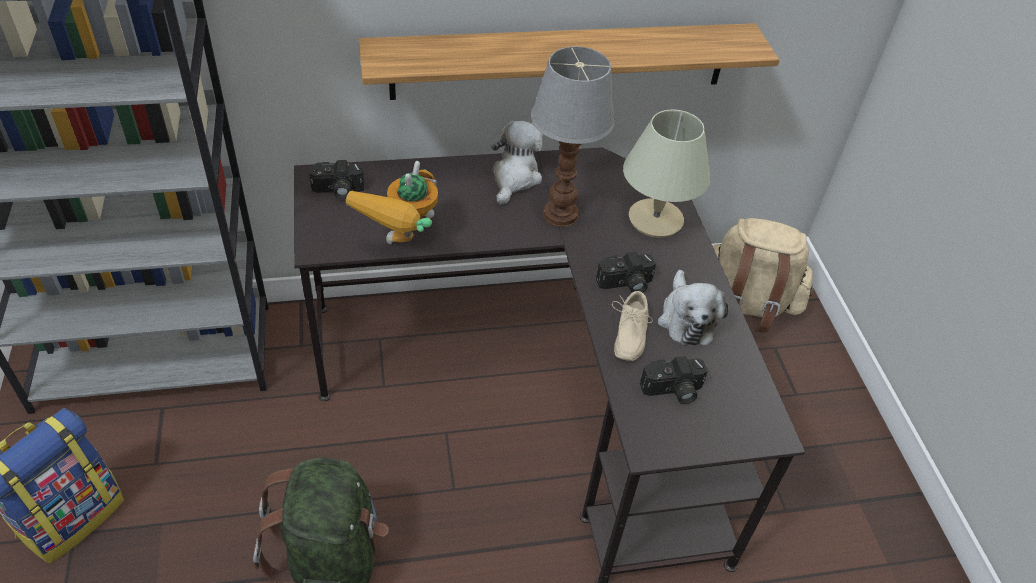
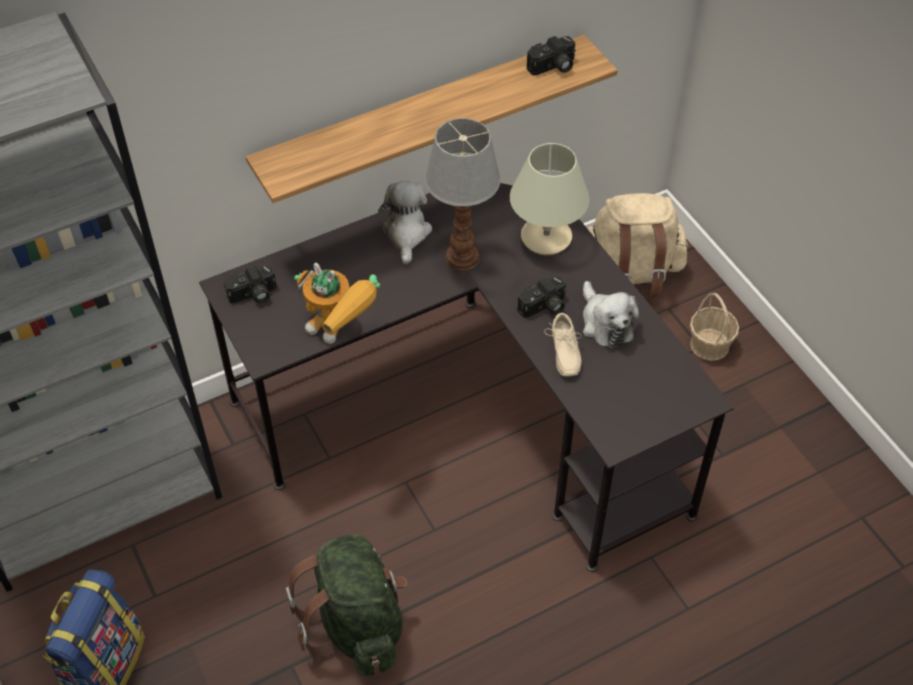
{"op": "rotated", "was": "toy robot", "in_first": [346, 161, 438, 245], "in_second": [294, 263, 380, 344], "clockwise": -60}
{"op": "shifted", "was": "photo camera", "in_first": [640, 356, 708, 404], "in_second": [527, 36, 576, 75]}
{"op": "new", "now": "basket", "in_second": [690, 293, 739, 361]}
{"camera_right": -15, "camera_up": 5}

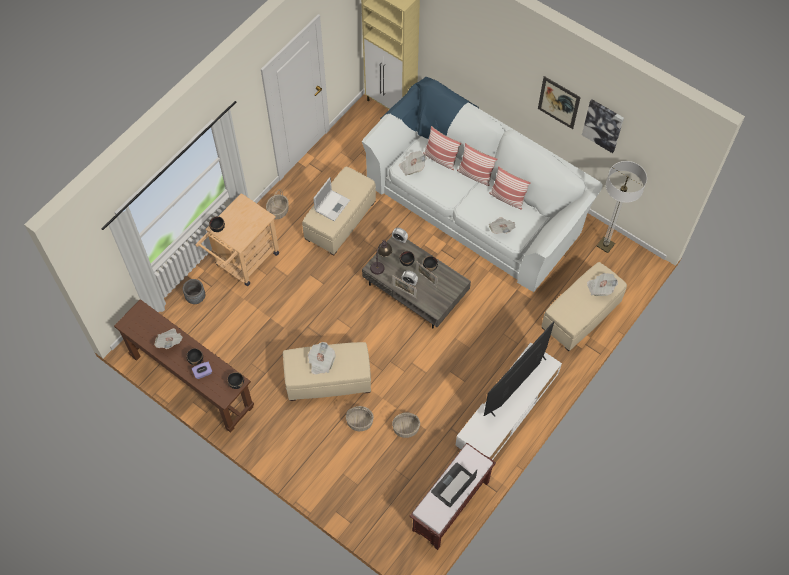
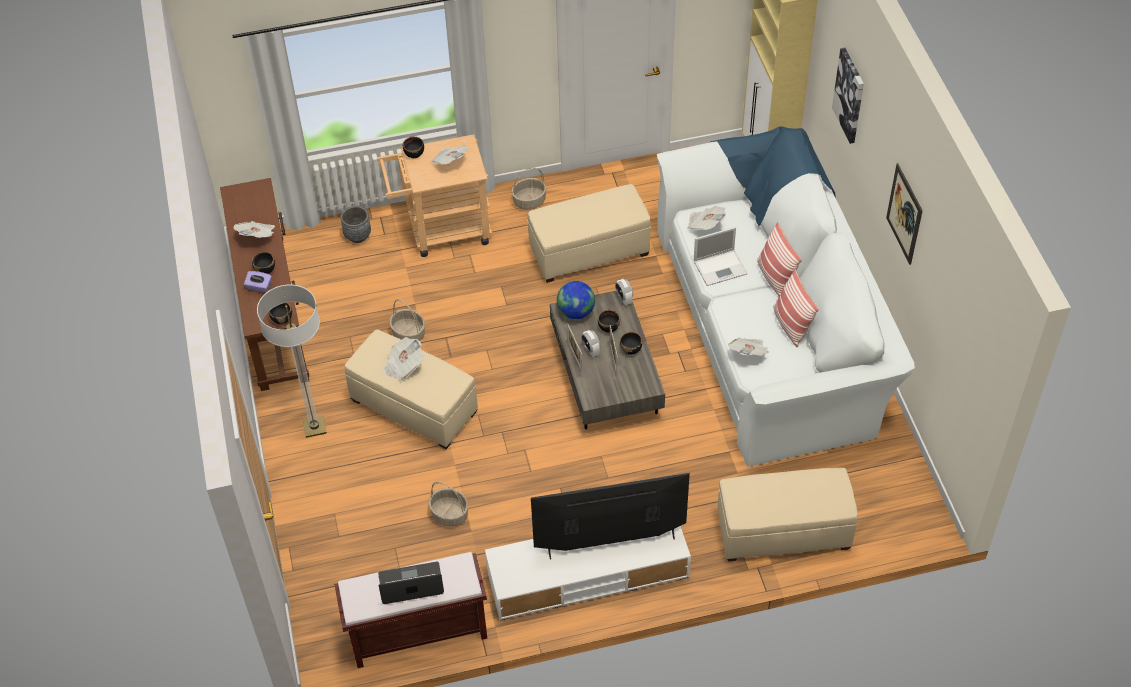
{"op": "shifted", "was": "floor lamp", "in_first": [597, 161, 647, 253], "in_second": [257, 284, 327, 438]}
{"op": "shifted", "was": "basket", "in_first": [346, 406, 374, 431], "in_second": [389, 299, 425, 341]}
{"op": "shifted", "was": "daily paper", "in_first": [587, 273, 618, 296], "in_second": [431, 146, 469, 165]}
{"op": "swapped", "was": "tabletop lamp", "now": "world globe", "in_first": [370, 240, 392, 275], "in_second": [557, 281, 595, 319]}
{"op": "shifted", "was": "portable computer", "in_first": [313, 177, 350, 221], "in_second": [694, 227, 748, 286]}
{"op": "shifted", "was": "picture", "in_first": [582, 100, 624, 153], "in_second": [832, 48, 864, 144]}
{"op": "gone", "was": "pillow", "in_first": [423, 126, 462, 170]}
{"camera_right": 40, "camera_up": -10}

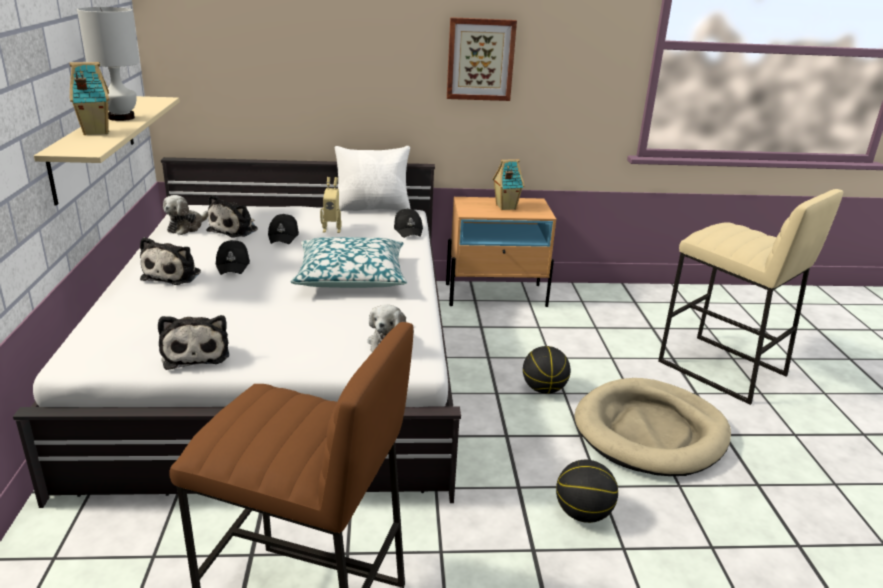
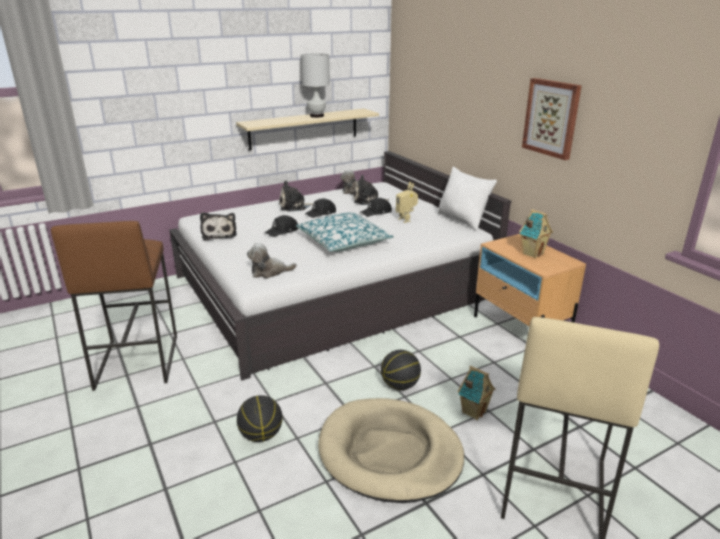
{"op": "rotated", "was": "soft toy", "in_first": [158, 315, 229, 370], "in_second": [200, 212, 237, 241], "clockwise": -60}
{"op": "shifted", "was": "blackish baseball cap", "in_first": [394, 208, 423, 238], "in_second": [264, 215, 298, 237]}
{"op": "shifted", "was": "toy house", "in_first": [70, 62, 109, 135], "in_second": [458, 366, 496, 420]}
{"camera_right": 65, "camera_up": 0}

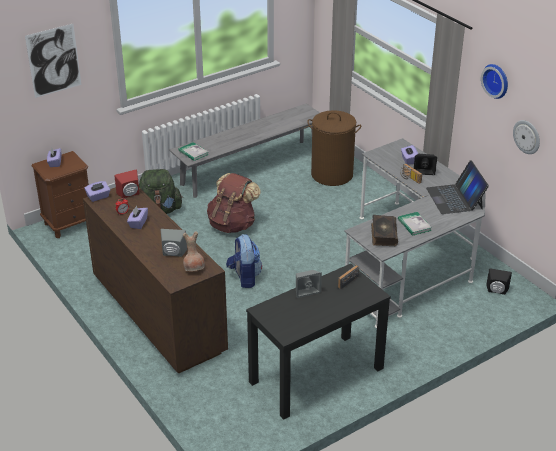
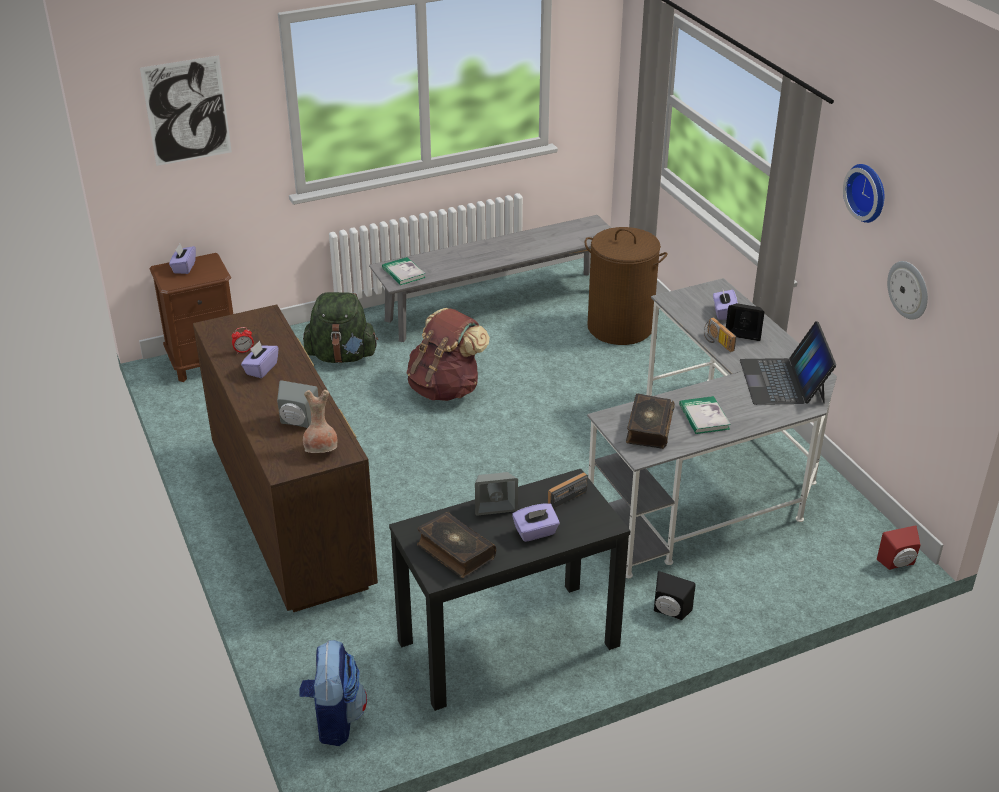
{"op": "shifted", "was": "knapsack", "in_first": [226, 234, 262, 288], "in_second": [299, 640, 367, 746]}
{"op": "new", "now": "volume", "in_second": [417, 512, 496, 578]}
{"op": "shifted", "was": "purplish box of tissues", "in_first": [84, 181, 110, 202], "in_second": [512, 503, 560, 542]}
{"op": "shifted", "was": "blackish audio speaker", "in_first": [486, 268, 512, 295], "in_second": [654, 571, 696, 620]}
{"op": "shifted", "was": "red-coloured audio speaker", "in_first": [115, 170, 140, 199], "in_second": [877, 525, 921, 570]}
{"camera_right": 10, "camera_up": 0}

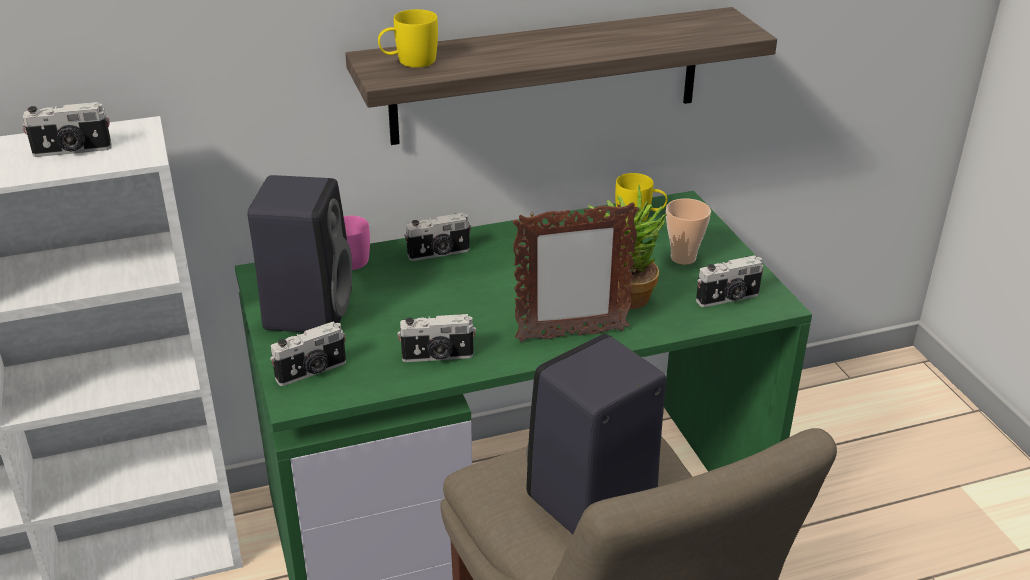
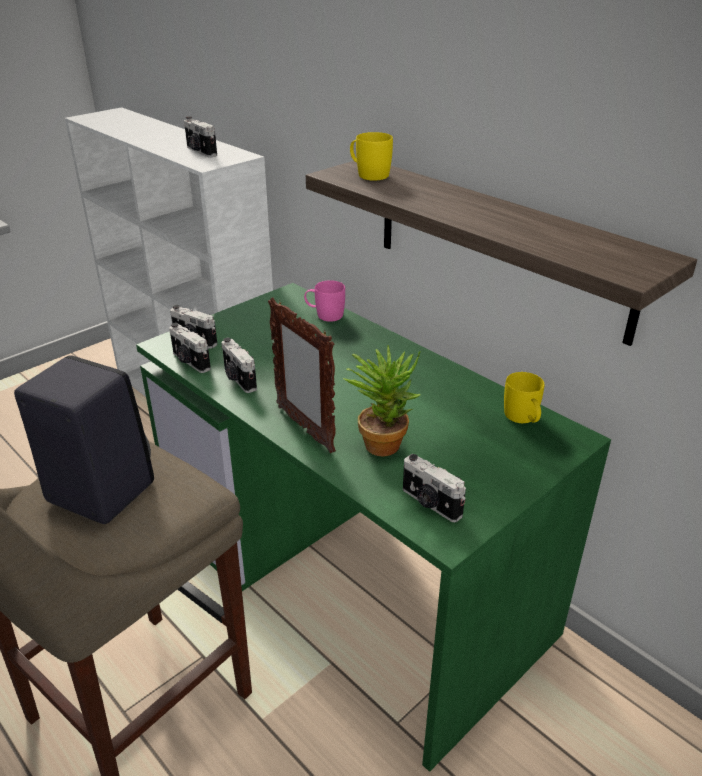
{"op": "shifted", "was": "photo camera", "in_first": [404, 213, 471, 261], "in_second": [169, 323, 211, 373]}
{"op": "gone", "was": "blackish audio speaker", "in_first": [247, 175, 352, 332]}
{"op": "gone", "was": "drinking cup", "in_first": [666, 198, 711, 265]}
{"camera_right": 65, "camera_up": 0}

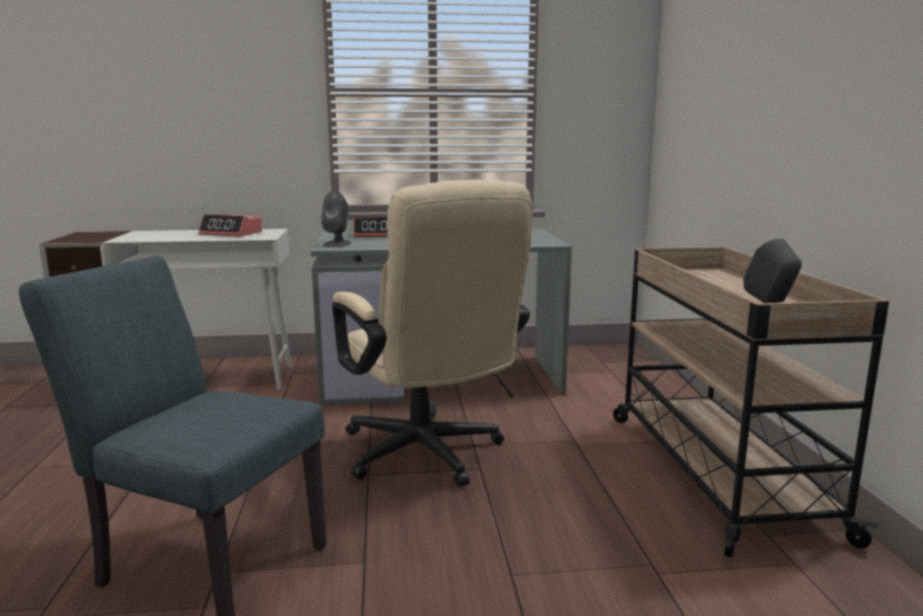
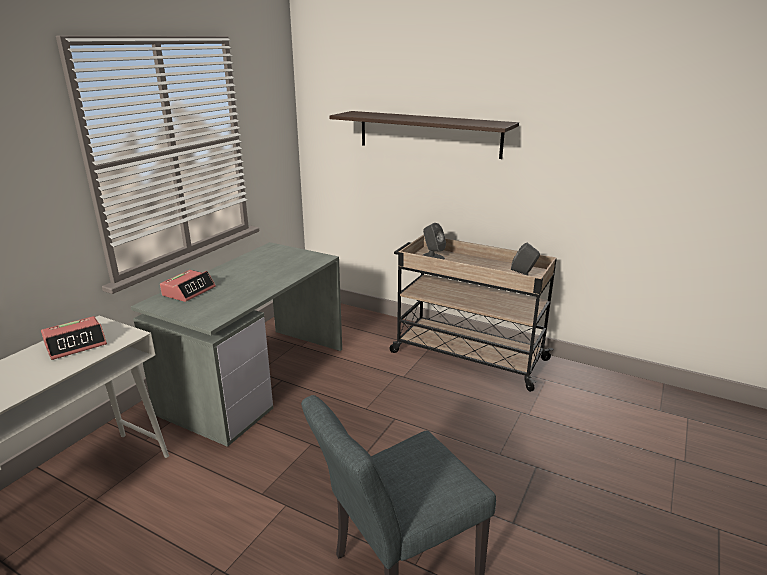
{"op": "new", "now": "wall shelf", "in_second": [329, 111, 519, 159]}
{"op": "shifted", "was": "greyish audio speaker", "in_first": [321, 191, 351, 247], "in_second": [423, 223, 446, 259]}
{"op": "gone", "was": "beige-coloured office chair", "in_first": [332, 180, 532, 487]}
{"camera_right": -55, "camera_up": 10}

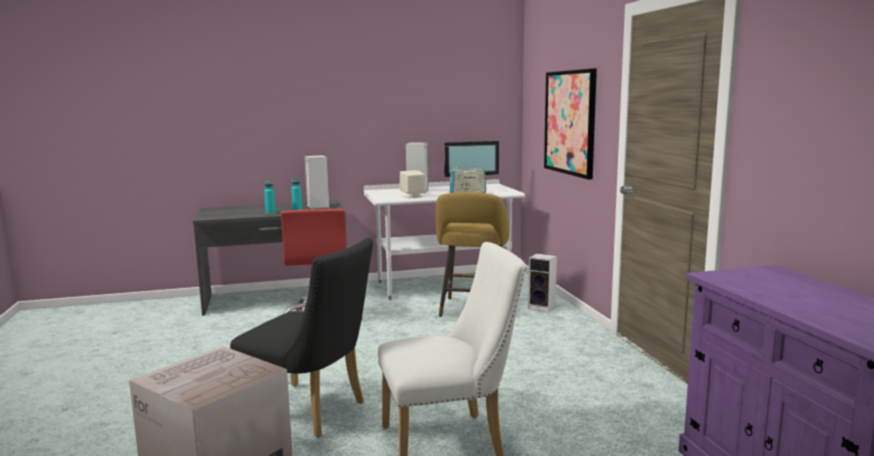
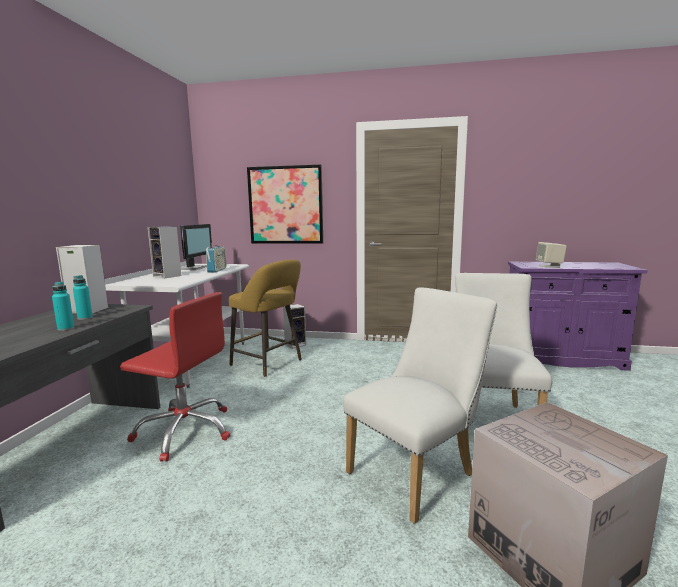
{"op": "repainted", "was": "blackish upright chair", "now": "white upright chair", "in_first": [230, 238, 373, 438], "in_second": [343, 288, 497, 524]}
{"op": "shifted", "was": "beige-coloured audio speaker", "in_first": [400, 170, 425, 198], "in_second": [536, 242, 567, 268]}
{"camera_right": -65, "camera_up": 0}

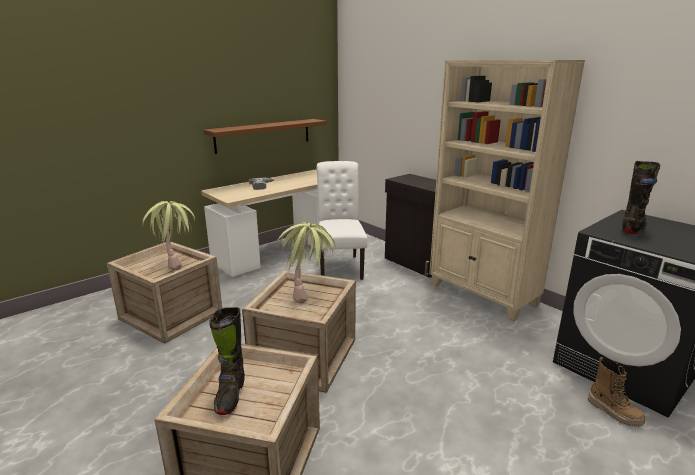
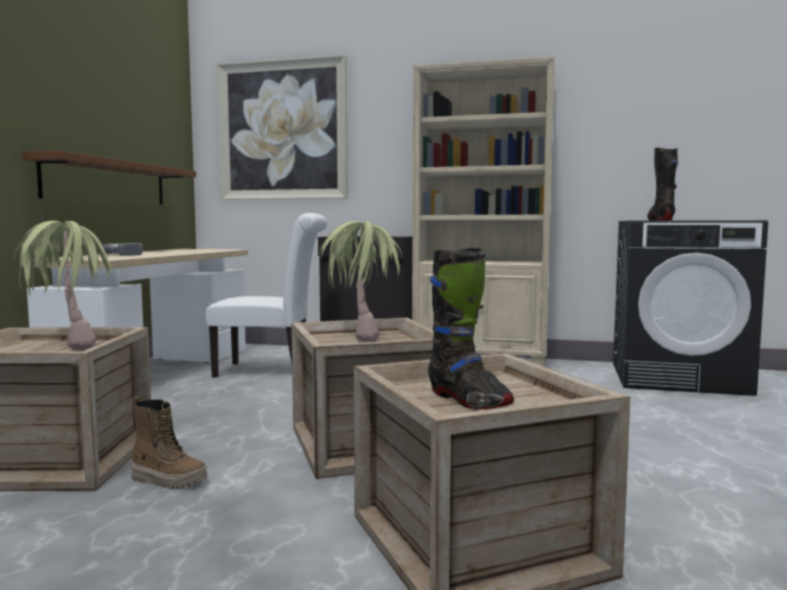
{"op": "shifted", "was": "boot", "in_first": [588, 357, 646, 427], "in_second": [131, 396, 207, 489]}
{"op": "rotated", "was": "white upright chair", "in_first": [316, 161, 367, 280], "in_second": [206, 213, 327, 378], "clockwise": 135}
{"op": "new", "now": "picture", "in_second": [217, 55, 348, 200]}
{"camera_right": -35, "camera_up": -15}

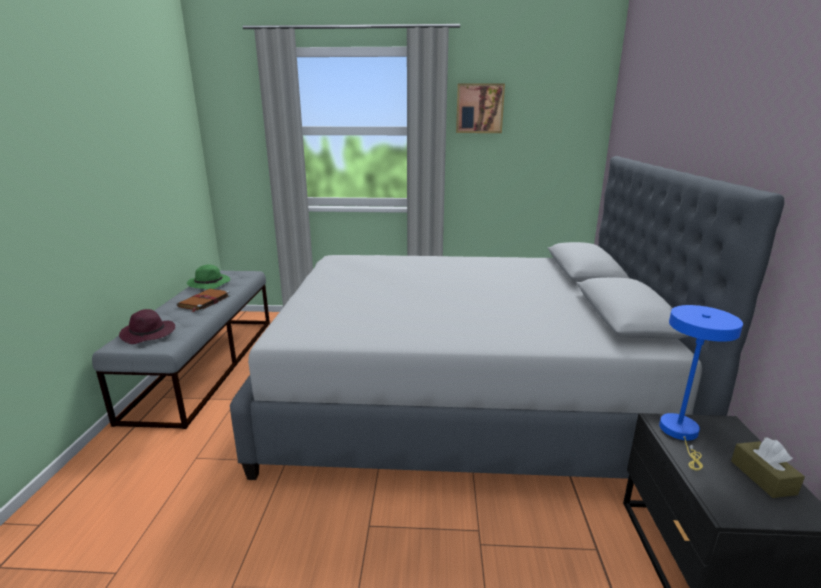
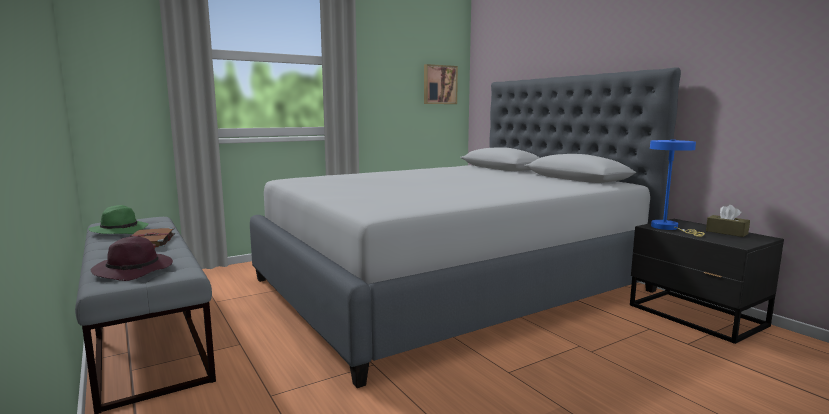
{"op": "shifted", "was": "picture", "in_first": [456, 83, 505, 133], "in_second": [424, 64, 458, 104]}
{"camera_right": -35, "camera_up": -10}

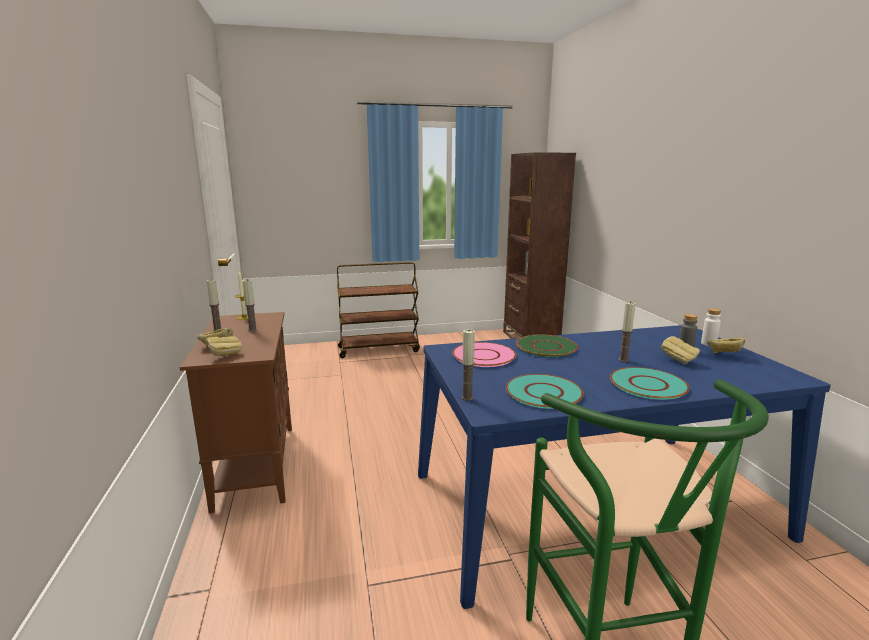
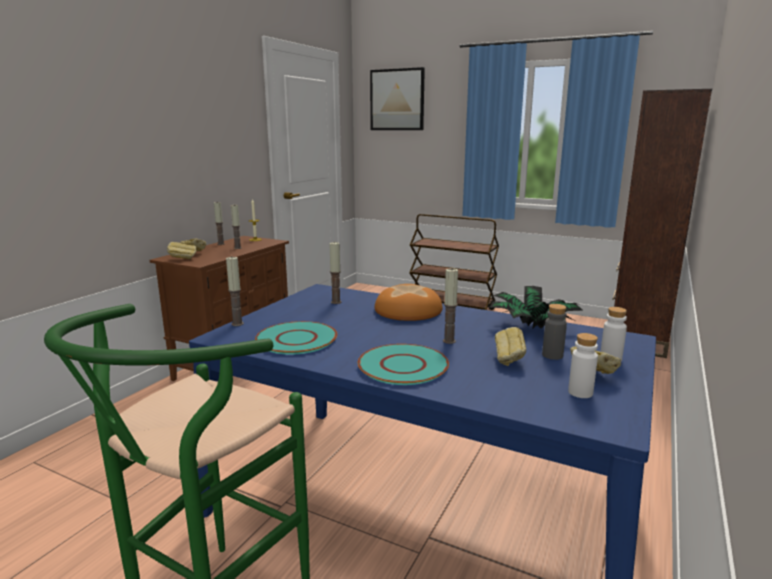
{"op": "swapped", "was": "pinkish dinner plate", "now": "candle", "in_first": [452, 342, 516, 367], "in_second": [329, 241, 341, 304]}
{"op": "new", "now": "picture", "in_second": [370, 67, 425, 130]}
{"op": "swapped", "was": "greenish dinner plate", "now": "baked bread", "in_first": [516, 334, 578, 357], "in_second": [375, 284, 443, 321]}
{"op": "new", "now": "houseplant", "in_second": [490, 286, 582, 329]}
{"op": "new", "now": "white drink bottle", "in_second": [568, 333, 598, 398]}
{"camera_right": 40, "camera_up": 0}

